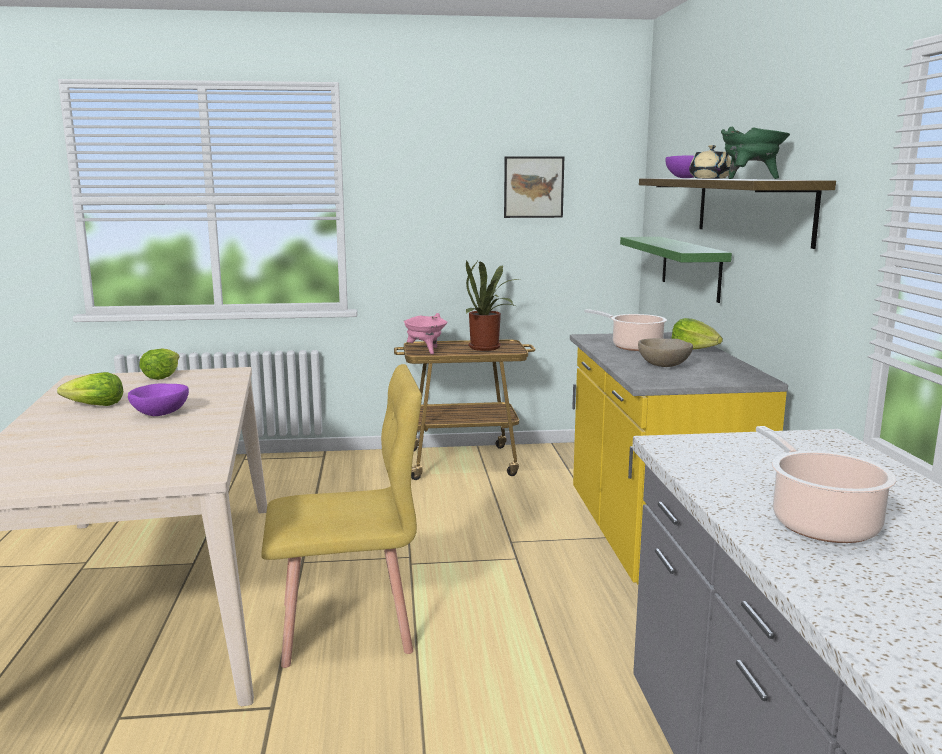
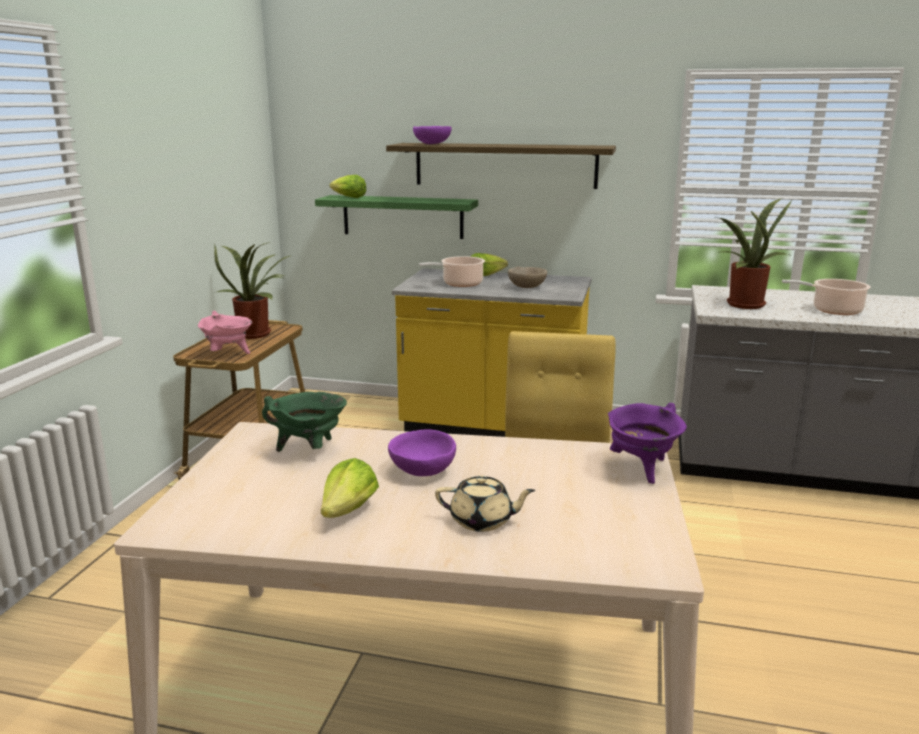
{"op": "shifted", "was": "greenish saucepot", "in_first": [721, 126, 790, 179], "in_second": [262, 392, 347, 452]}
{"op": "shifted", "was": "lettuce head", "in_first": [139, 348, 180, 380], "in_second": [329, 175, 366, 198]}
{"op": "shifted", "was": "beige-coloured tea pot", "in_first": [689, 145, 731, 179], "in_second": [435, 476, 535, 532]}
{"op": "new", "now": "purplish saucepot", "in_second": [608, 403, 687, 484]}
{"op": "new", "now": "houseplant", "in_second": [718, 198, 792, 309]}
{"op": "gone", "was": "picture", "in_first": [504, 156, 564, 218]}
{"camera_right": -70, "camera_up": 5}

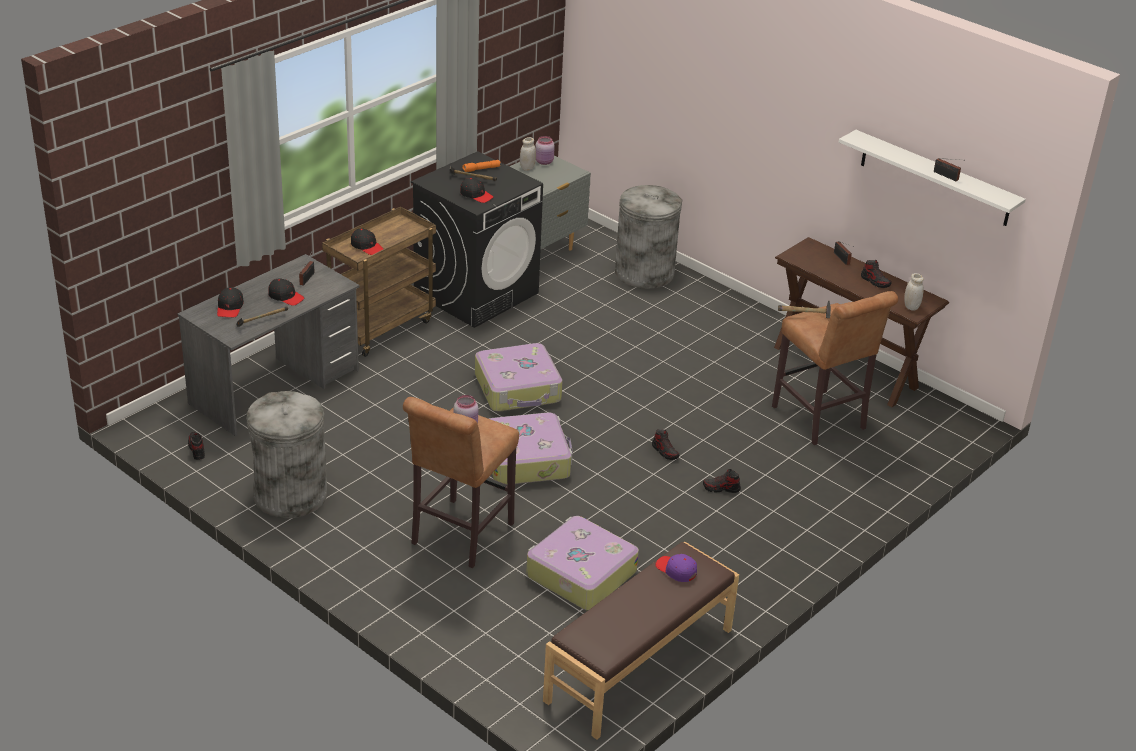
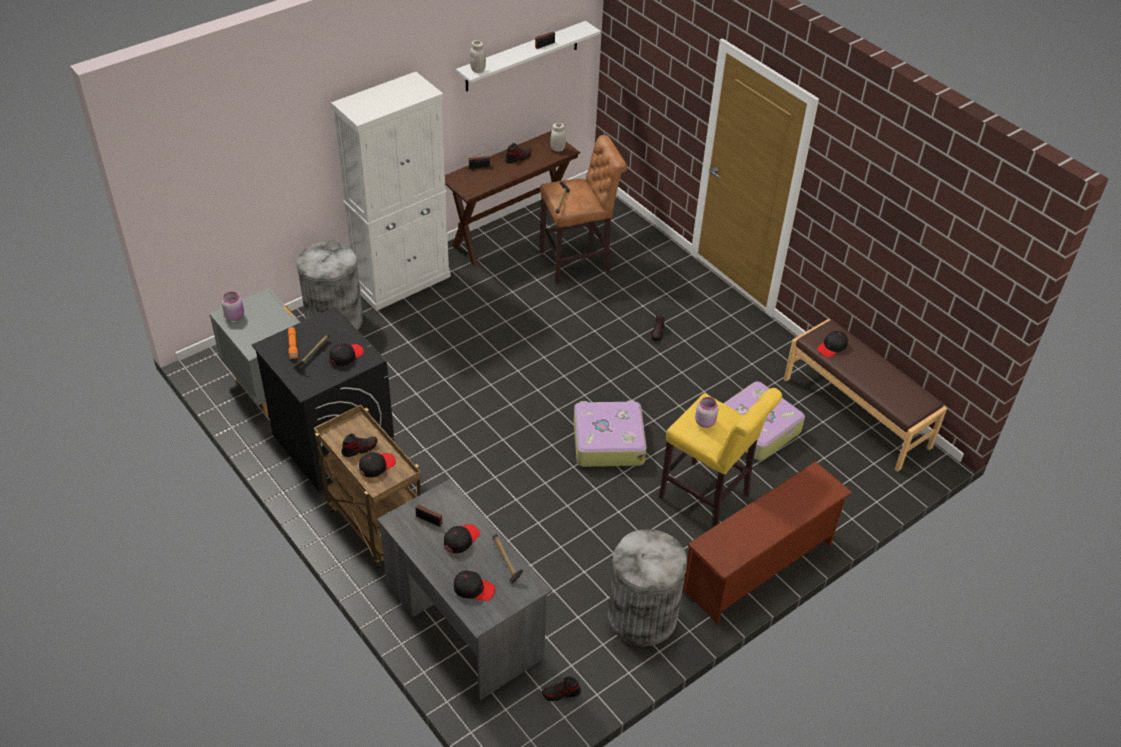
{"op": "new", "now": "white cupboard", "in_second": [331, 72, 451, 311]}
{"op": "shifted", "was": "shoe", "in_first": [652, 429, 679, 460], "in_second": [341, 433, 377, 457]}
{"op": "shifted", "was": "white storage jar", "in_first": [520, 137, 536, 171], "in_second": [470, 40, 486, 73]}
{"op": "repainted", "was": "brownish stool", "now": "yellowish stool", "in_first": [403, 397, 519, 568], "in_second": [659, 388, 782, 527]}
{"op": "new", "now": "brownish shoe rack", "in_second": [682, 461, 852, 624]}
{"op": "repainted", "was": "purplish baseball cap", "now": "blackish baseball cap", "in_first": [655, 554, 697, 582], "in_second": [817, 331, 848, 357]}
{"op": "gone", "was": "travel case", "in_first": [475, 343, 562, 412]}
{"camera_right": -80, "camera_up": 10}

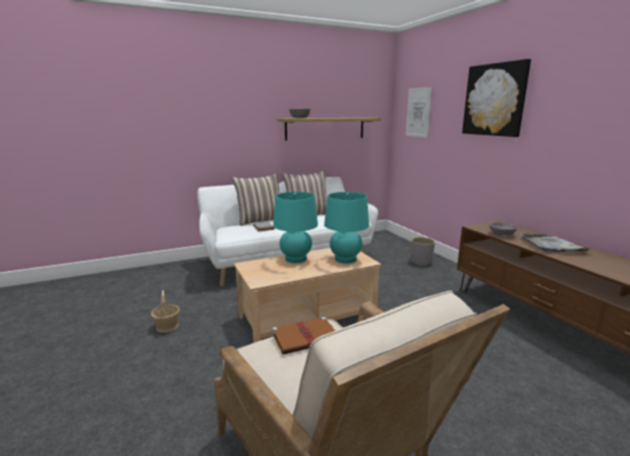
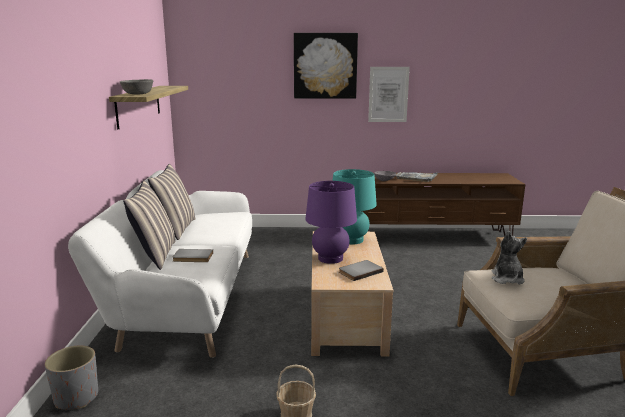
{"op": "shifted", "was": "greyish flower pot", "in_first": [411, 237, 435, 266], "in_second": [45, 346, 98, 410]}
{"op": "repainted", "was": "blue-green tabletop lamp", "now": "purplish tabletop lamp", "in_first": [273, 192, 318, 263], "in_second": [305, 181, 357, 264]}
{"op": "new", "now": "greyish volume", "in_second": [339, 260, 384, 281]}
{"op": "shifted", "was": "picture", "in_first": [406, 87, 432, 137], "in_second": [368, 67, 410, 122]}
{"op": "swapped", "was": "brownish volume", "now": "soft toy", "in_first": [272, 317, 335, 354], "in_second": [492, 231, 527, 284]}
{"camera_right": -65, "camera_up": 0}

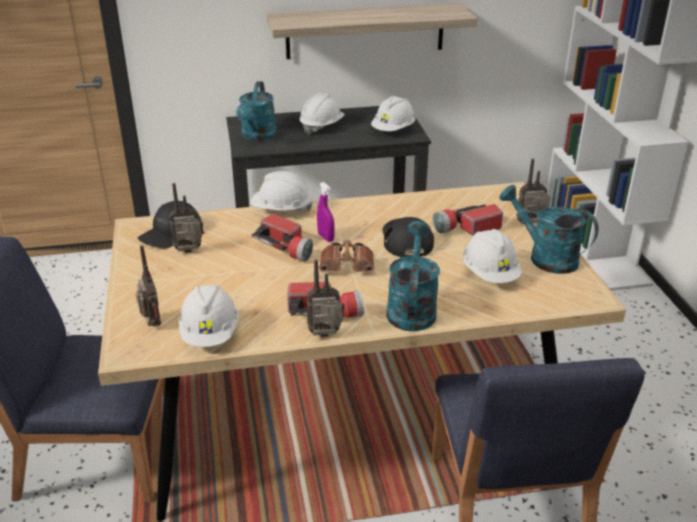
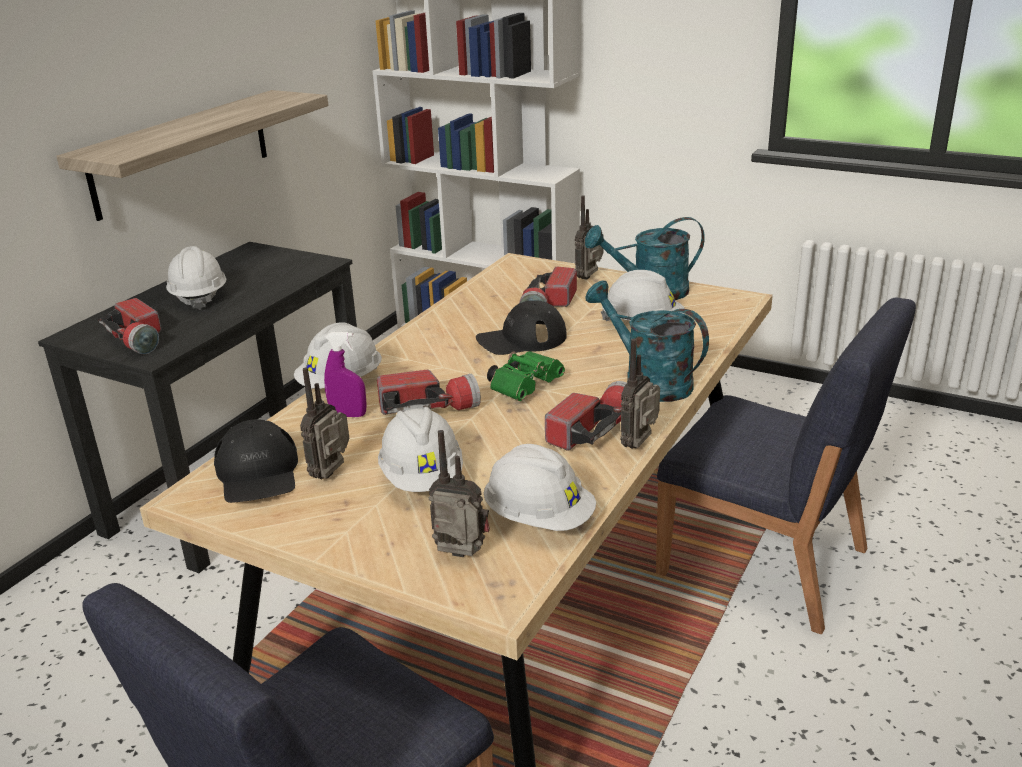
{"op": "swapped", "was": "blue-green watering can", "now": "torch", "in_first": [236, 81, 277, 141], "in_second": [99, 298, 161, 354]}
{"op": "shifted", "was": "purplish spray bottle", "in_first": [317, 182, 335, 242], "in_second": [324, 332, 366, 417]}
{"op": "shifted", "was": "white work helmet", "in_first": [371, 96, 415, 131], "in_second": [378, 407, 463, 492]}
{"op": "rotated", "was": "blackish baseball cap", "in_first": [382, 217, 434, 257], "in_second": [476, 300, 567, 355], "clockwise": -45}
{"op": "repainted", "was": "brownish pair of binoculars", "now": "greenish pair of binoculars", "in_first": [319, 240, 374, 273], "in_second": [487, 351, 565, 401]}
{"camera_right": -50, "camera_up": -5}

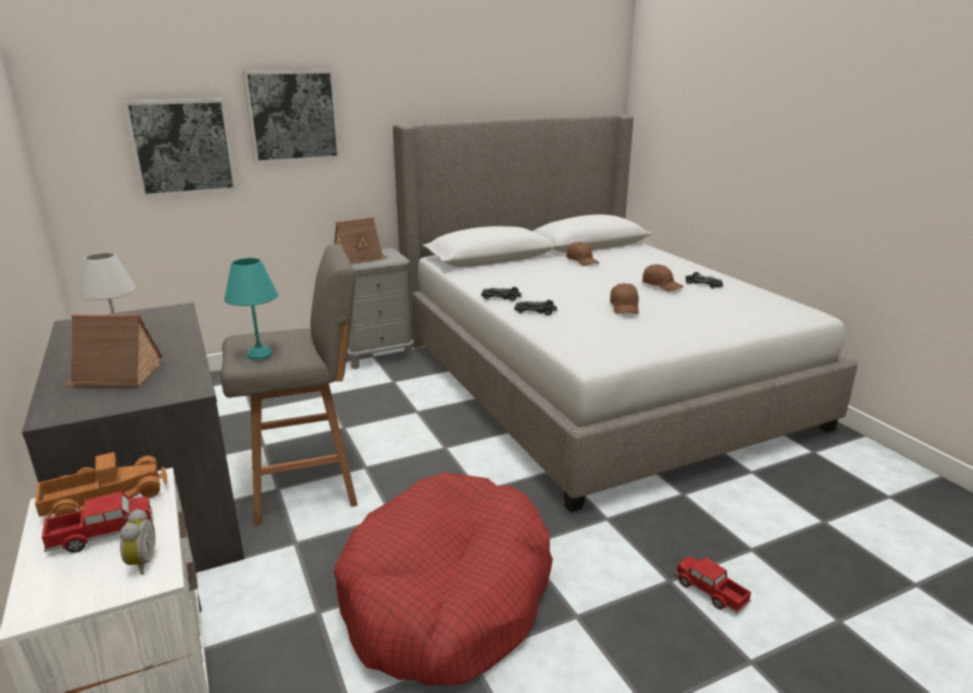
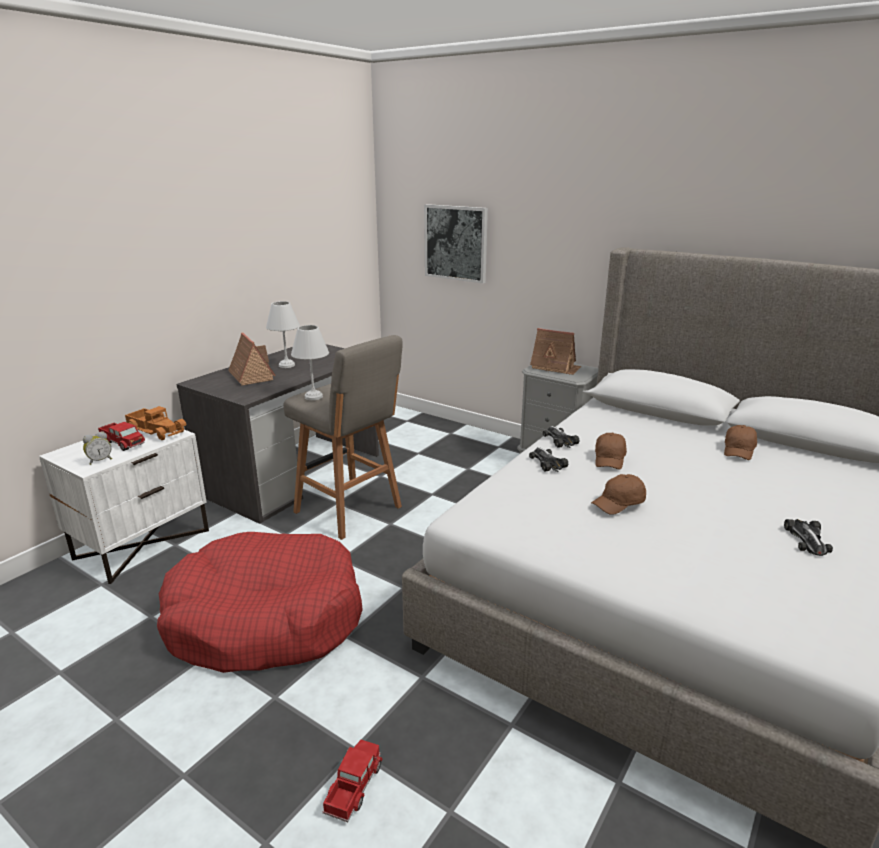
{"op": "repainted", "was": "blue-green tabletop lamp", "now": "white tabletop lamp", "in_first": [224, 258, 278, 360], "in_second": [291, 325, 329, 400]}
{"op": "shifted", "was": "brownish baseball cap", "in_first": [642, 264, 683, 292], "in_second": [595, 433, 627, 470]}
{"op": "gone", "was": "picture", "in_first": [242, 70, 341, 164]}
{"camera_right": 60, "camera_up": 0}

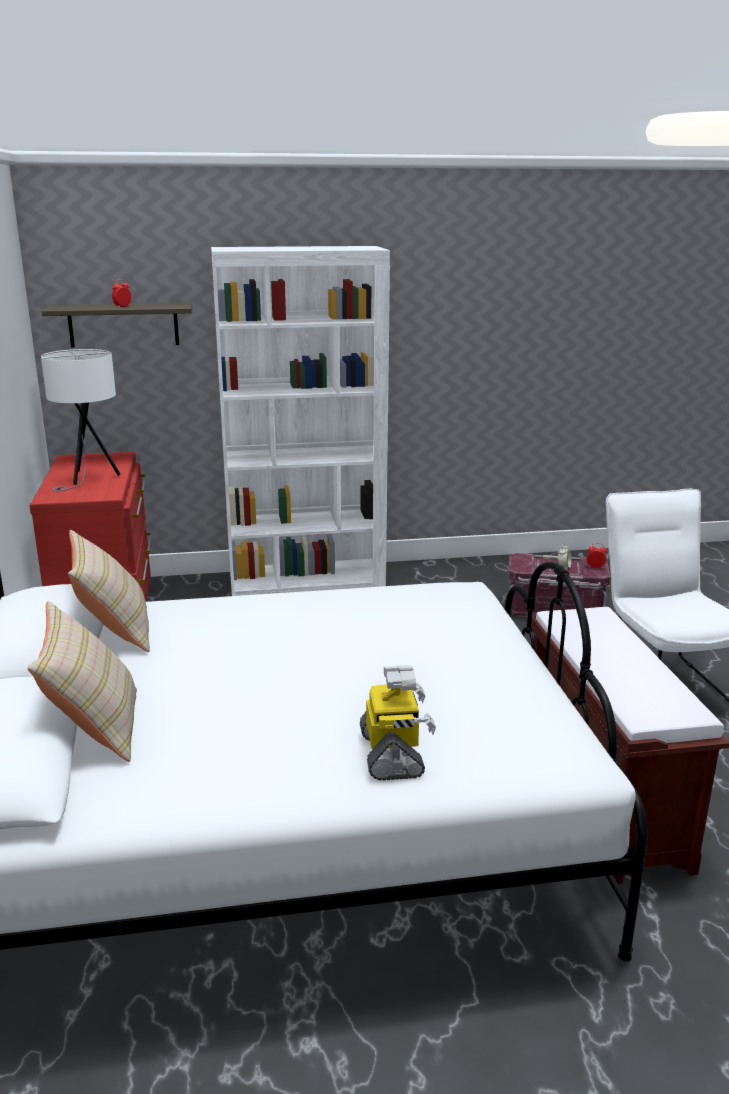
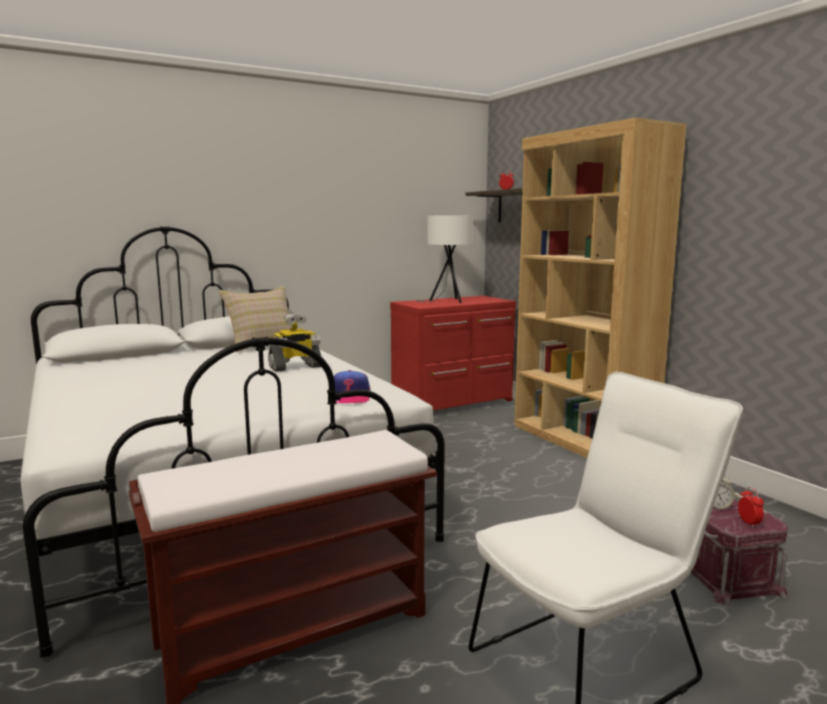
{"op": "shifted", "was": "toy robot", "in_first": [360, 665, 436, 780], "in_second": [268, 313, 321, 372]}
{"op": "new", "now": "baseball cap", "in_second": [334, 370, 370, 403]}
{"op": "repainted", "was": "white shelving unit", "now": "brownish shelving unit", "in_first": [211, 246, 390, 596], "in_second": [514, 118, 687, 458]}
{"op": "gone", "was": "beige-coloured pillow", "in_first": [27, 601, 137, 762]}
{"camera_right": 70, "camera_up": -10}

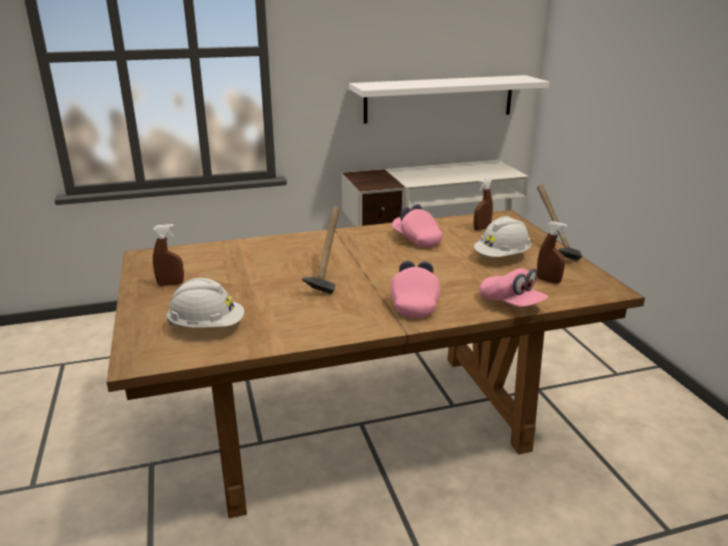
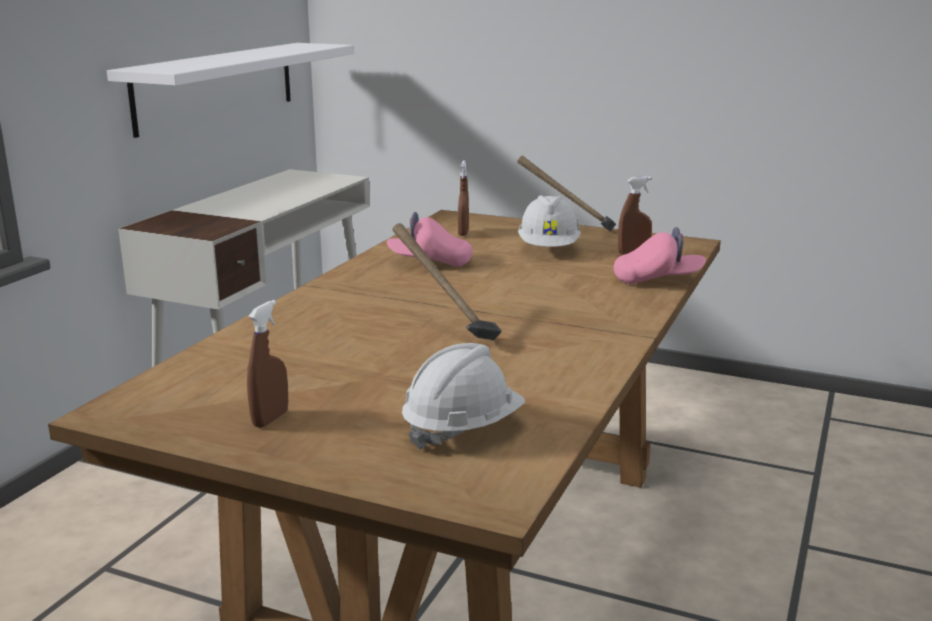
{"op": "gone", "was": "pinkish baseball cap", "in_first": [391, 261, 440, 318]}
{"camera_right": -50, "camera_up": -5}

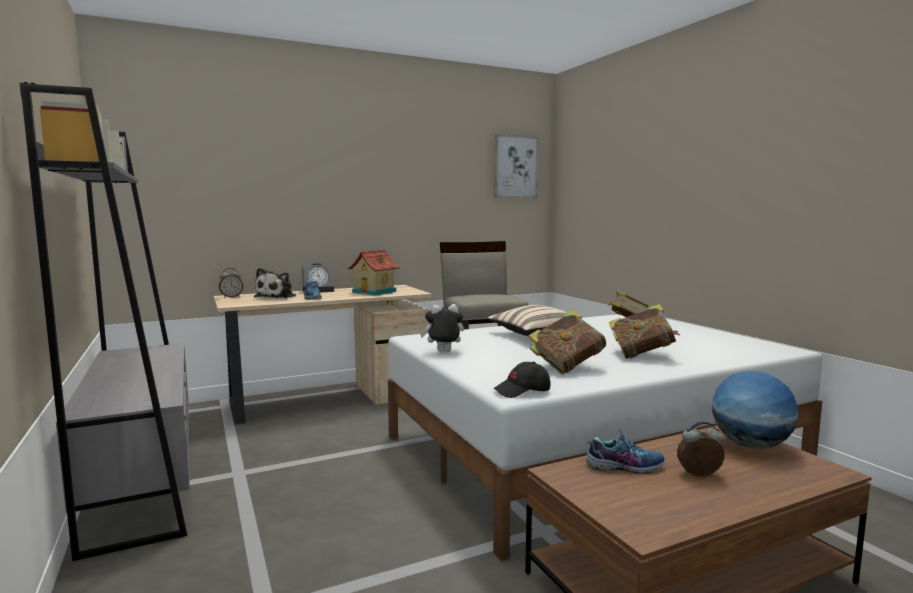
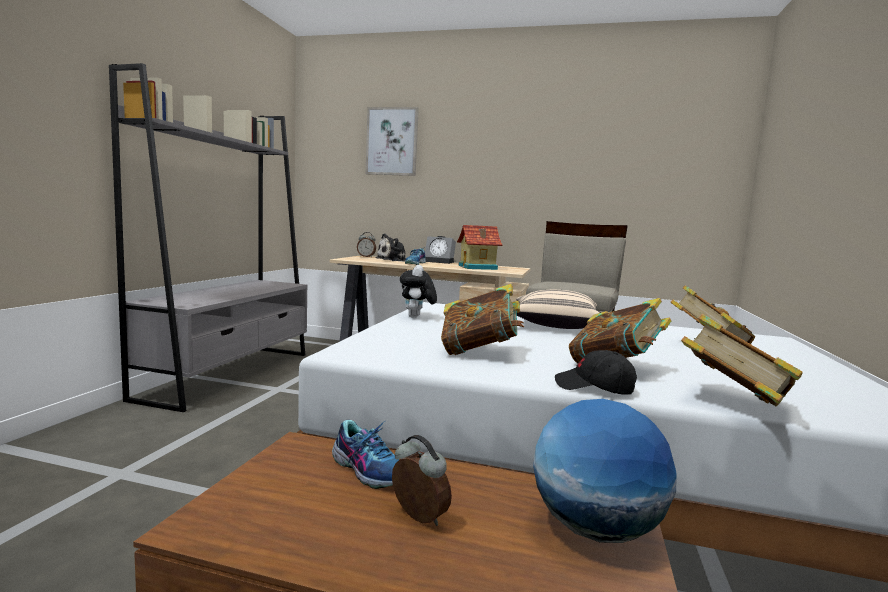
{"op": "shifted", "was": "picture", "in_first": [494, 134, 539, 198], "in_second": [366, 107, 419, 176]}
{"op": "rotated", "was": "soft toy", "in_first": [420, 304, 464, 352], "in_second": [400, 265, 437, 318], "clockwise": -120}
{"op": "shifted", "was": "blackish baseball cap", "in_first": [493, 362, 550, 398], "in_second": [555, 350, 637, 395]}
{"op": "new", "now": "volume", "in_second": [681, 314, 803, 406]}
{"camera_right": 40, "camera_up": 0}

